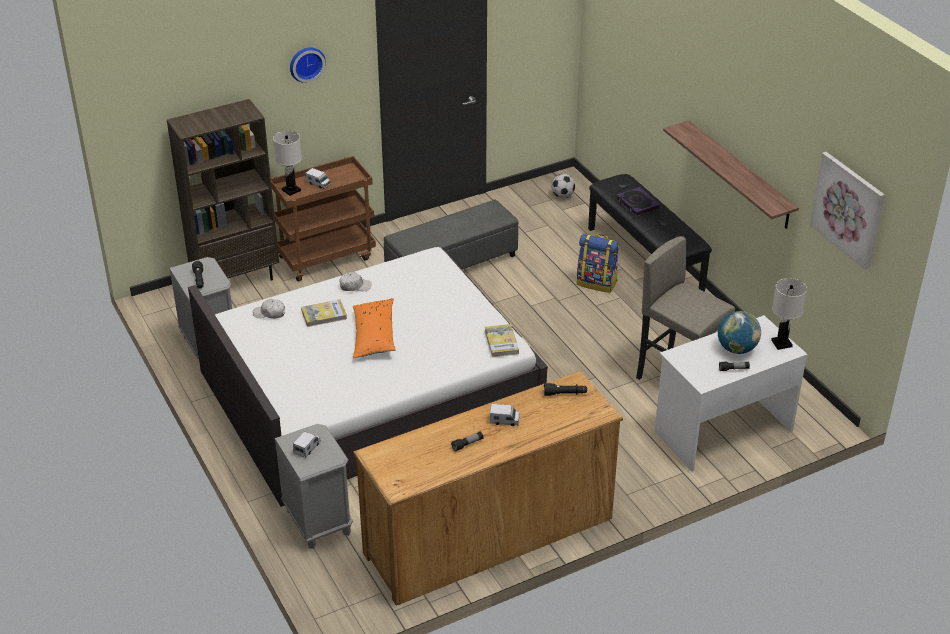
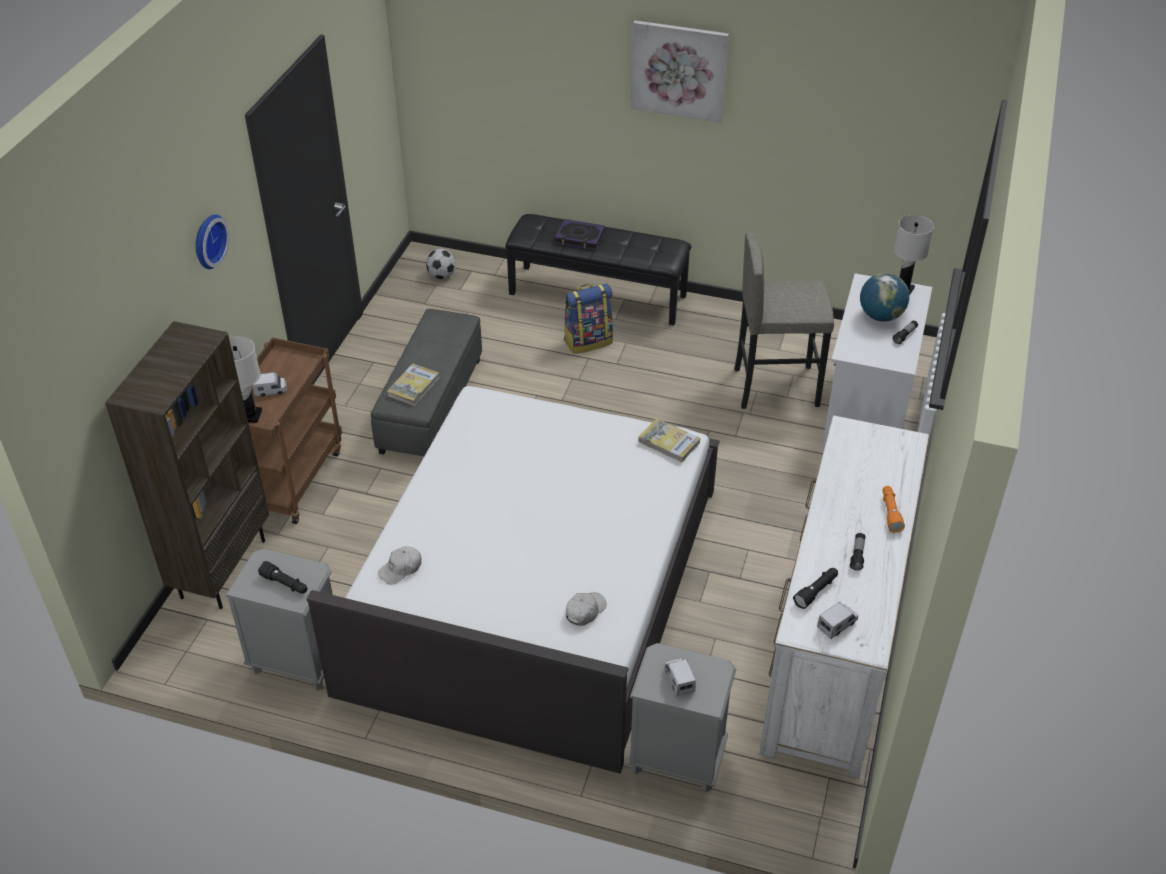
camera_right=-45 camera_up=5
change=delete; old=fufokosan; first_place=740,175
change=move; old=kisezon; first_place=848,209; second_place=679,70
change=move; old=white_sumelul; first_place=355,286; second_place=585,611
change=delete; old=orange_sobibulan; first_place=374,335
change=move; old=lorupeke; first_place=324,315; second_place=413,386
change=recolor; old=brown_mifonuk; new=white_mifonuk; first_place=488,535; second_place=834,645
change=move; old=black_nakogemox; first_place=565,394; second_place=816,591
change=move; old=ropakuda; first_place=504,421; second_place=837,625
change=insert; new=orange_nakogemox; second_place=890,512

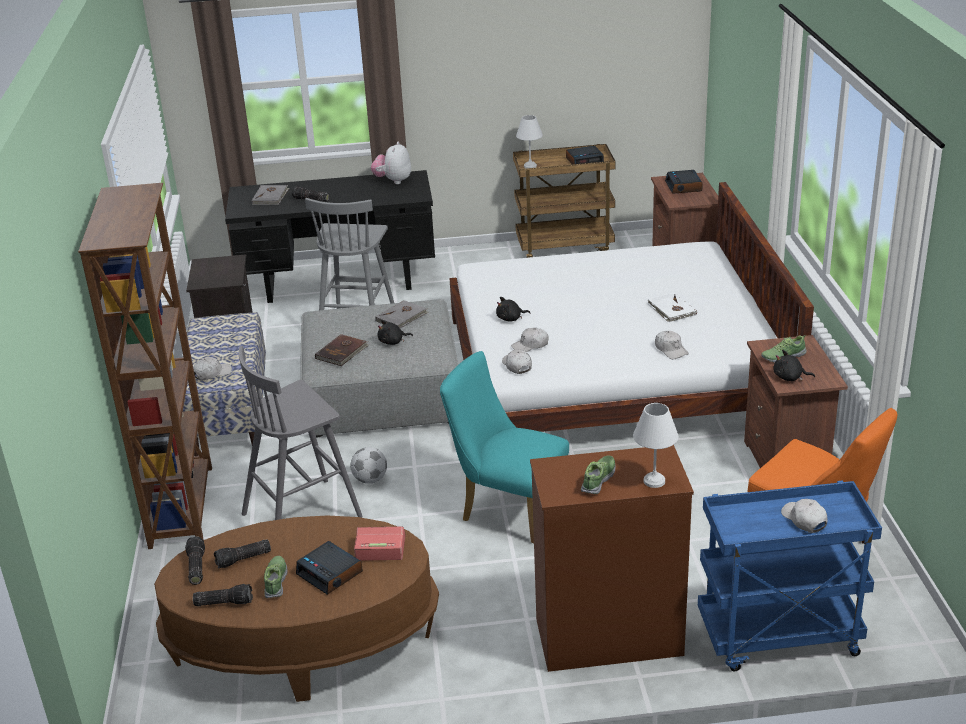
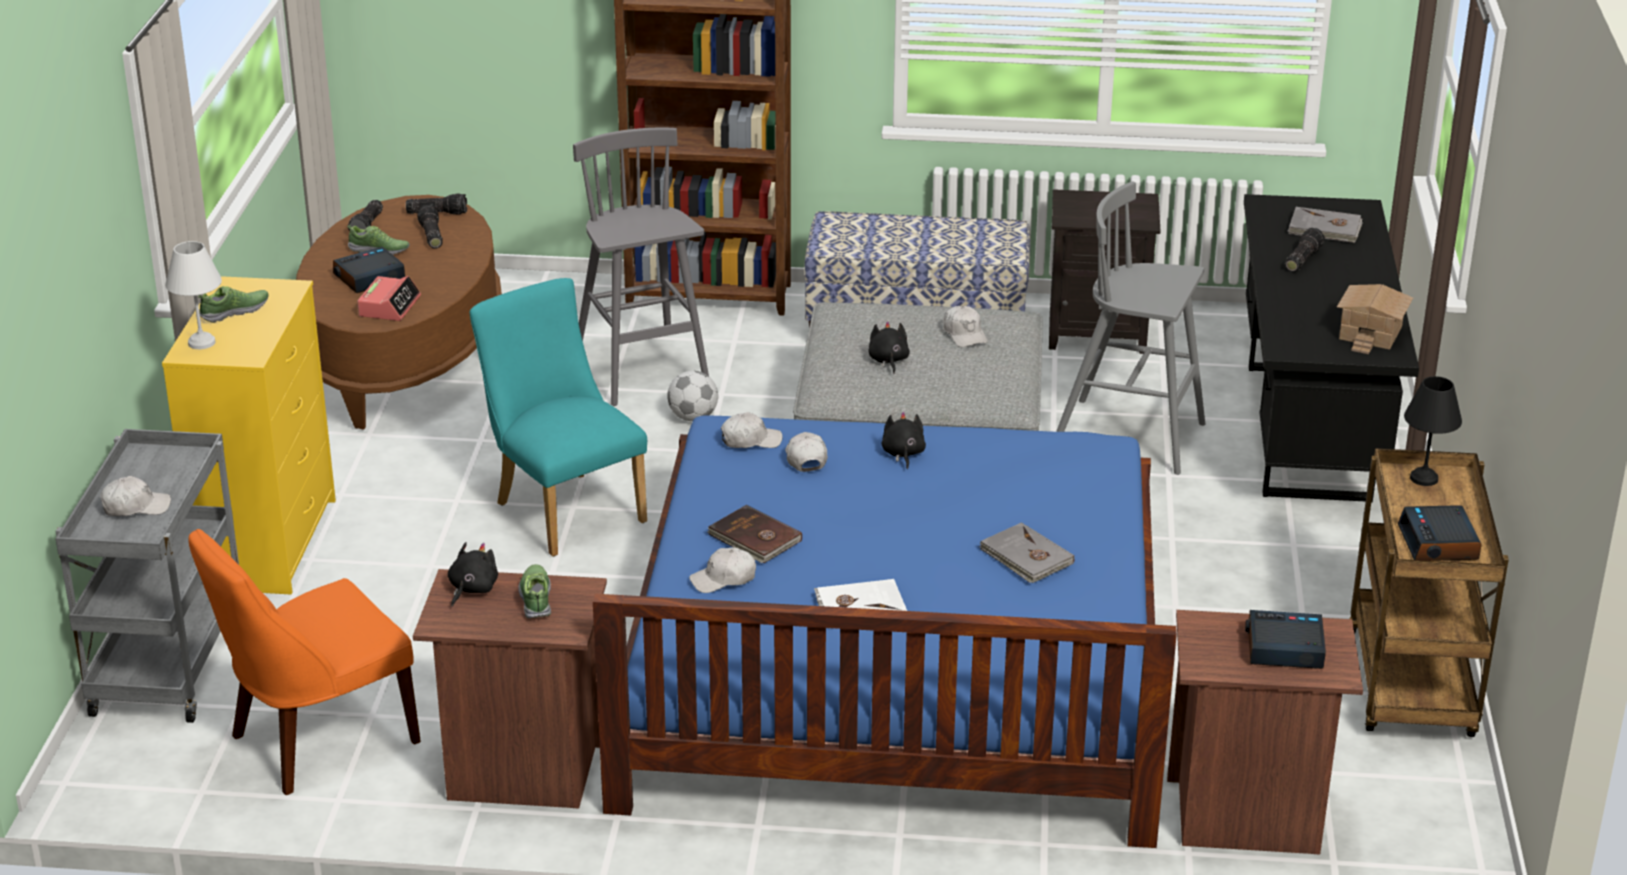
camera_right=100 camera_up=0
change=recolor; old=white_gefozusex; new=black_gefozusex; first_place=529,166; second_place=1424,478
change=replace; old=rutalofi; new=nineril; first_place=393,181; second_place=1369,333
change=recolor; old=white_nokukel; new=blue_nokukel; first_place=612,368; second_place=896,658
change=move; old=grey_lorupeke; first_place=402,317; second_place=1026,557
change=move; old=brown_lorupeke; first_place=342,352; second_place=754,539
change=rotate; old=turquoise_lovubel; first_place=507,509; second_place=563,508; degrees=-75
change=move; old=white_sumelul; first_place=212,373; second_place=964,334
change=recolor; old=brown_mifonuk; new=yellow_mifonuk; first_place=607,637; second_place=267,542
change=rotate; old=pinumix; first_place=598,480; second_place=235,312; degrees=-75
change=recolor; old=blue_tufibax; new=grey_tufibax; first_place=778,639; second_place=167,663

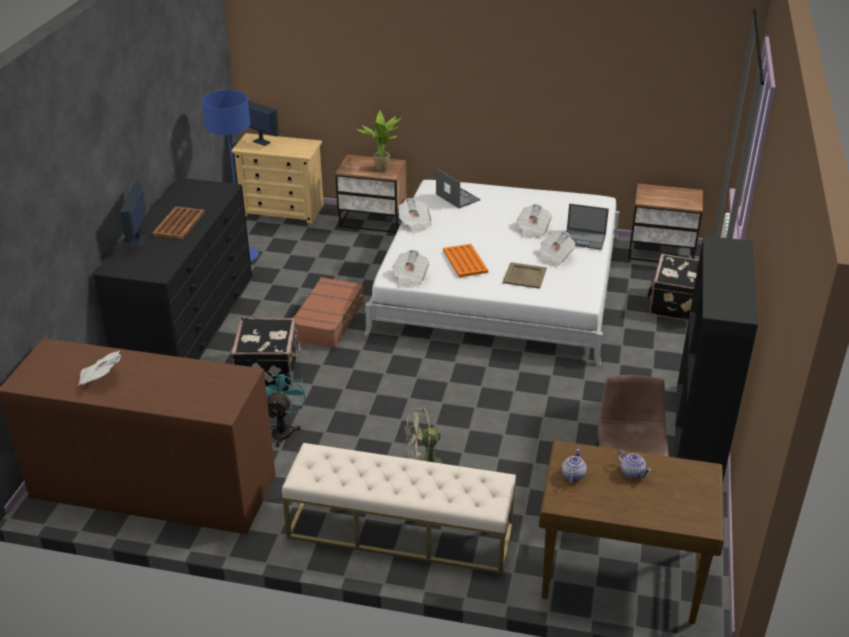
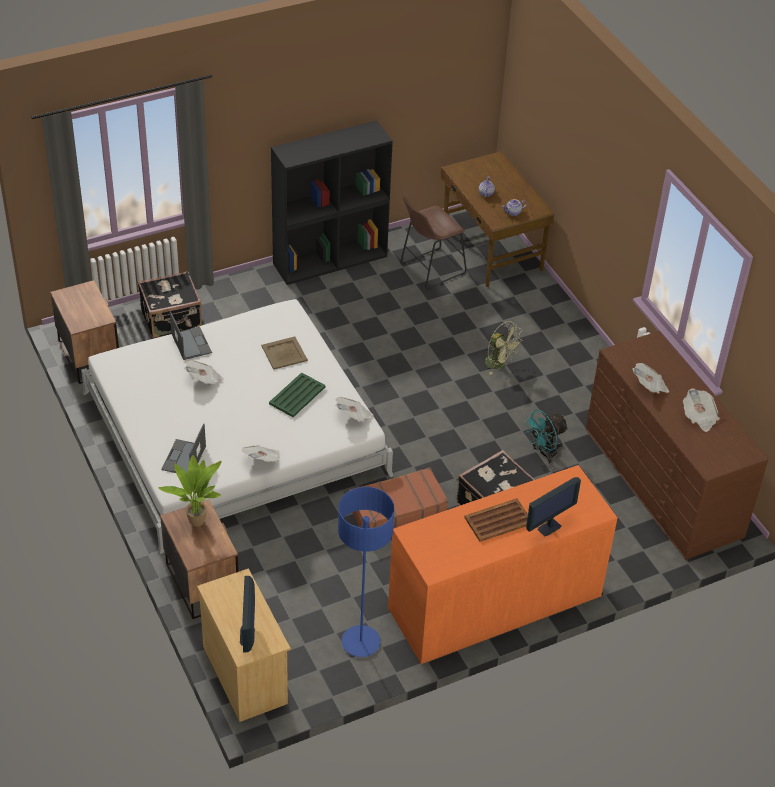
camera_right=-130 camera_up=10
change=recolor; old=black_mifonuk; new=orange_mifonuk; first_place=188,323; second_place=494,602
change=move; old=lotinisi; first_place=554,257; second_place=649,386
change=recolor; old=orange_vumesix; new=green_vumesix; first_place=465,261; second_place=296,395
change=delete; old=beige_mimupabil; first_place=400,530

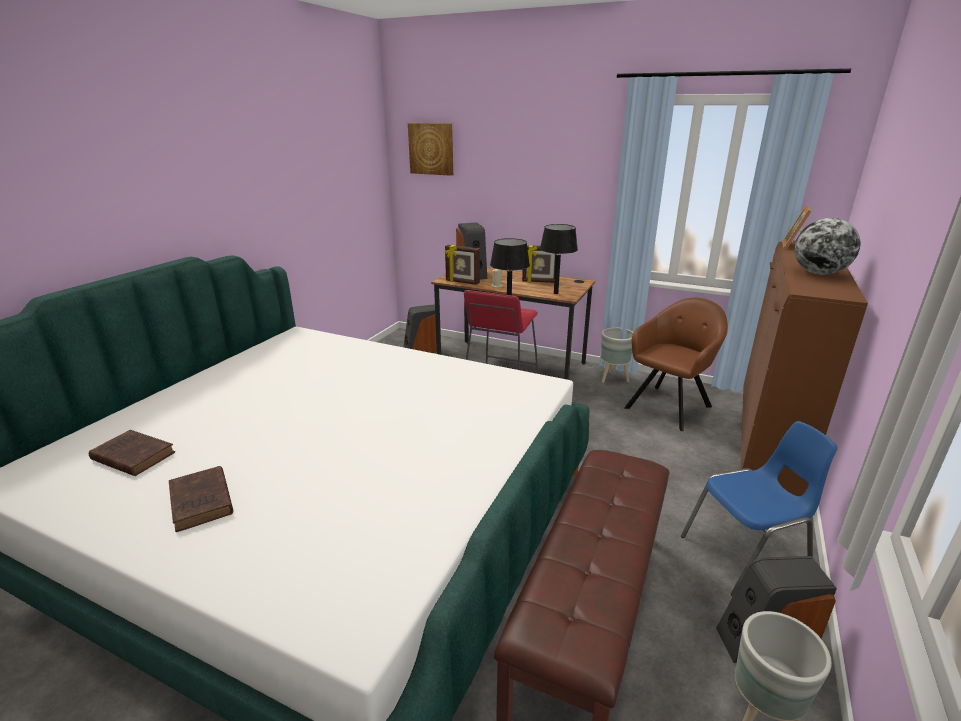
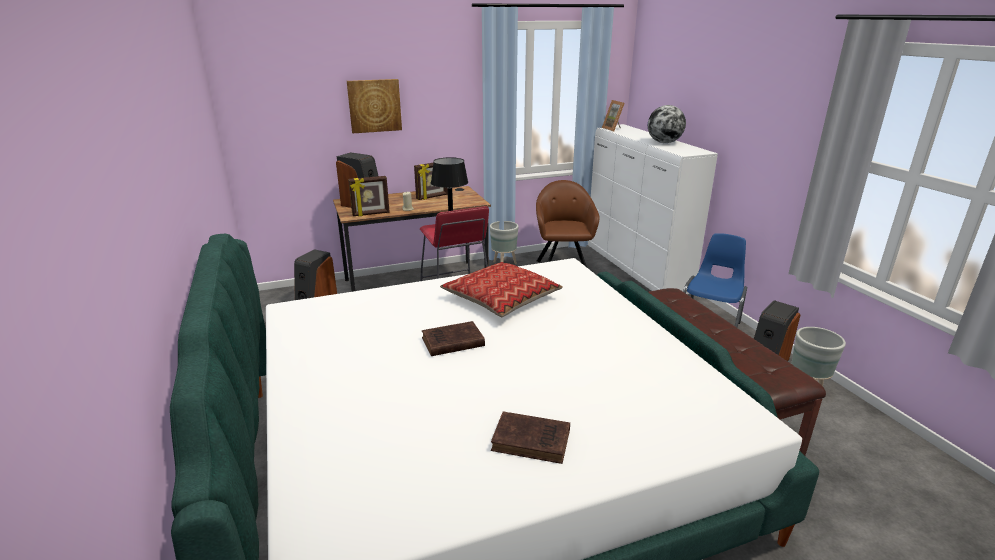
camera_right=-45 camera_up=0
change=move; old=kisezon; first_place=431,149; second_place=374,105
change=delete; old=black_gefozusex; first_place=555,293
change=recolor; old=brown_mifonuk; new=white_mifonuk; first_place=765,439; second_place=633,267
change=move; old=brown_lorupeke; first_place=132,456; second_place=451,342
change=insert; new=sobibulan; second_place=501,298

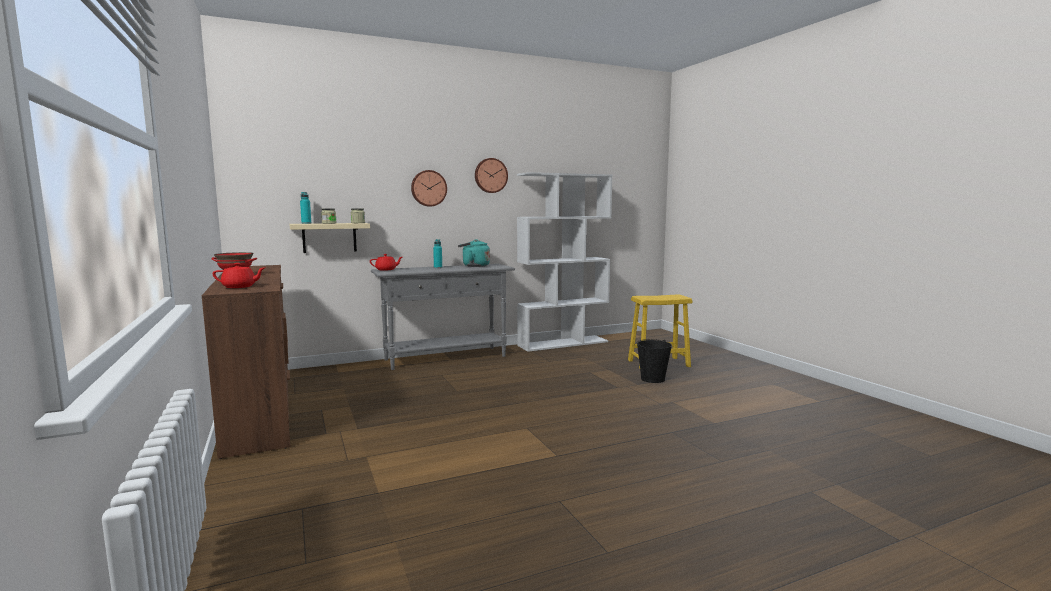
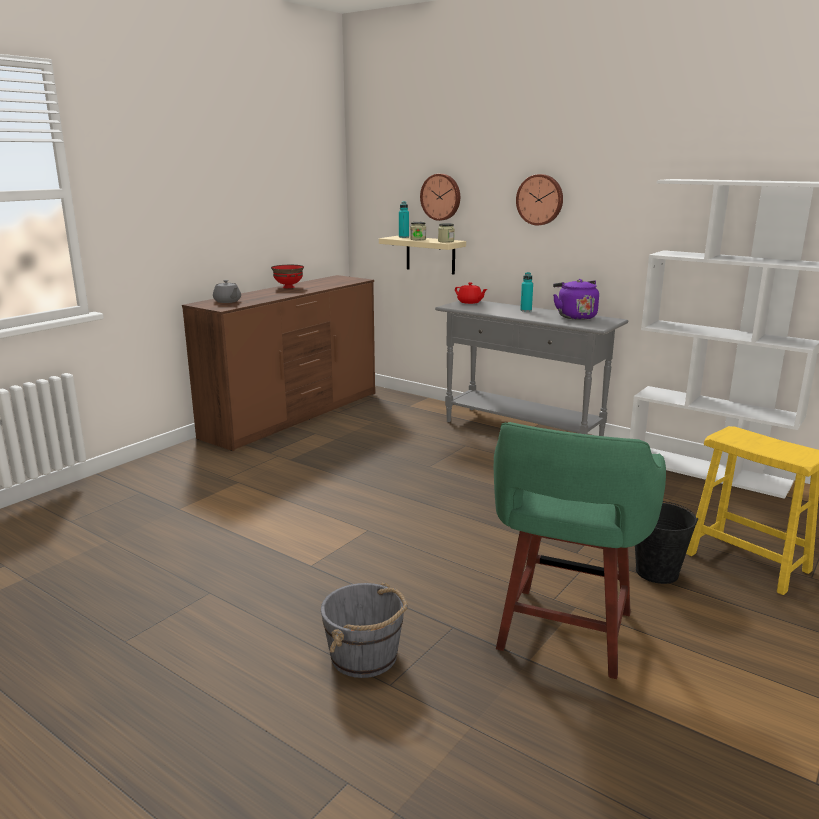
camera_right=60 camera_up=10
change=move; old=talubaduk; first_place=490,175; second_place=441,197
change=recolor; old=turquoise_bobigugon; new=purple_bobigugon; first_place=474,266; second_place=575,316
change=recolor; old=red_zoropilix; new=grey_zoropilix; first_place=240,287; second_place=227,301
change=insert; new=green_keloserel; second_place=564,634
change=insert; new=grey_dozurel; second_place=365,656

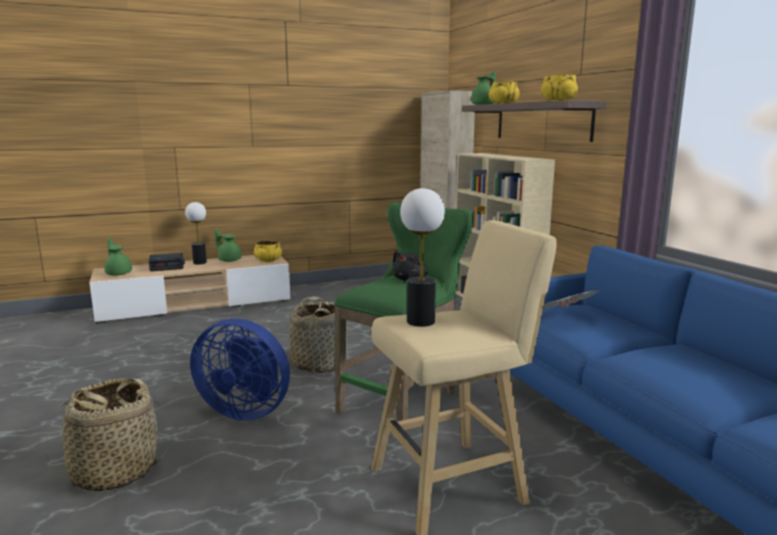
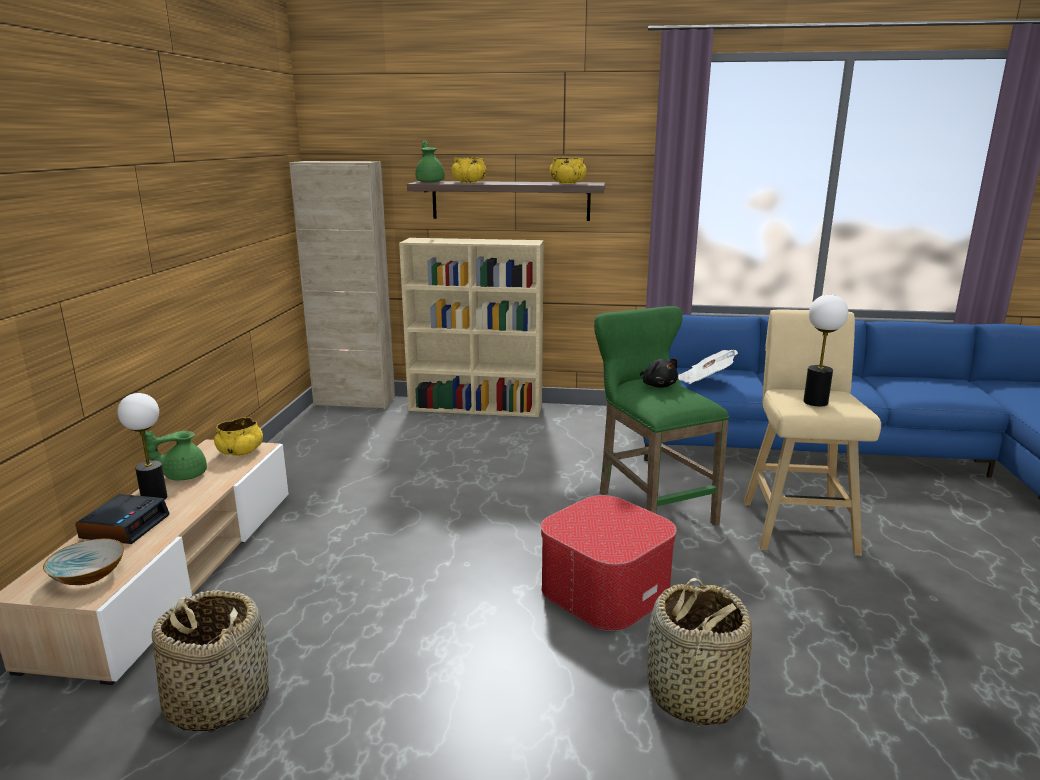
camera_right=-60 camera_up=5
change=replace; old=green_zoropilix; new=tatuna; first_place=118,273; second_place=88,575
change=move; old=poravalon; first_place=319,363; second_place=218,700
change=replace; old=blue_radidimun; new=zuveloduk; first_place=246,410; second_place=605,589

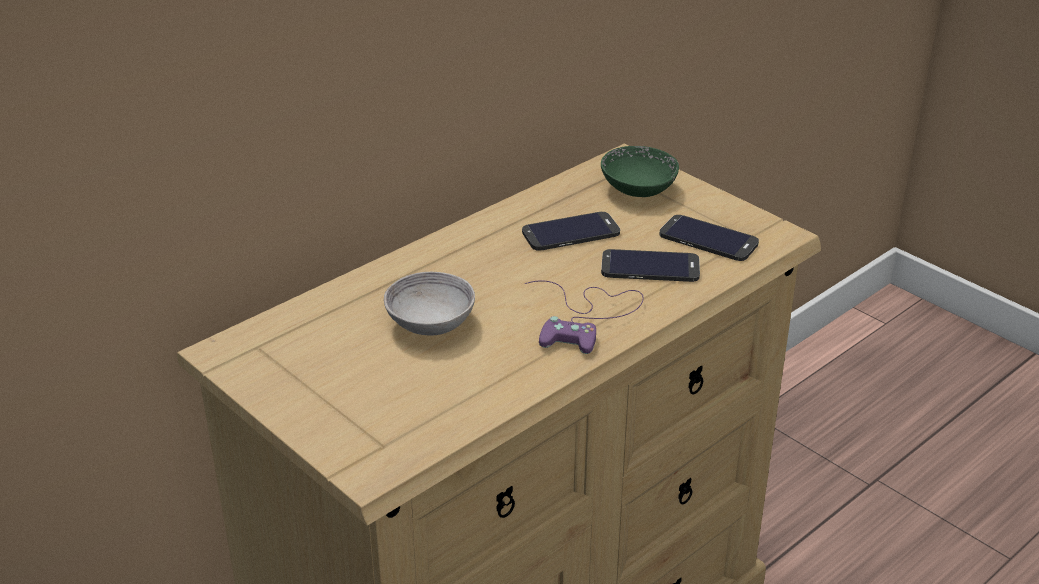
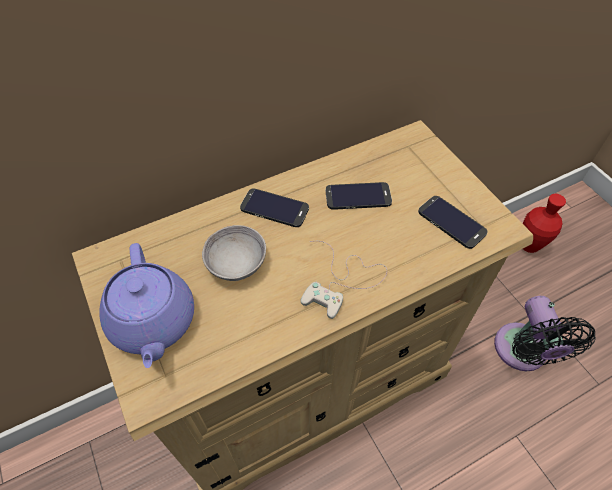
camera_right=15 camera_up=20
change=delete; old=green_tatuna; first_place=638,189
change=move; old=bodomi; first_place=650,267; second_place=274,208
change=recolor; old=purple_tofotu; new=white_tofotu; first_place=586,317; second_place=342,280
change=insert; new=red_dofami; second_place=529,246
change=insert; new=purple_zoropilix; second_place=153,322
change=insert; new=black_radidimun; second_place=522,353

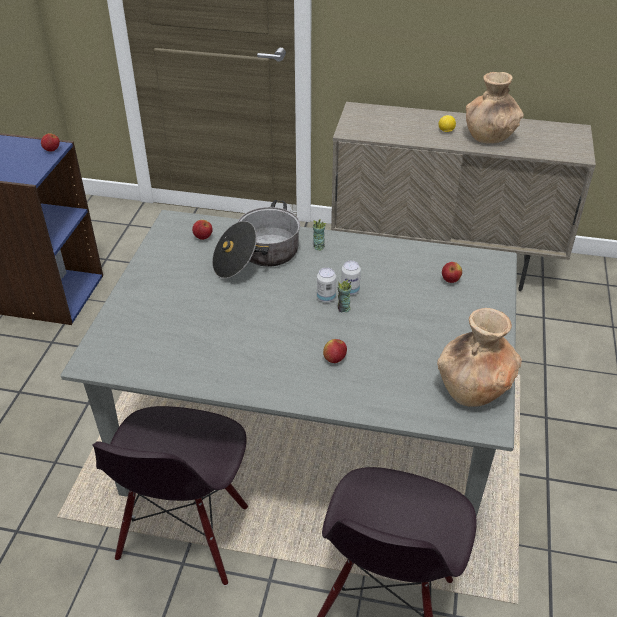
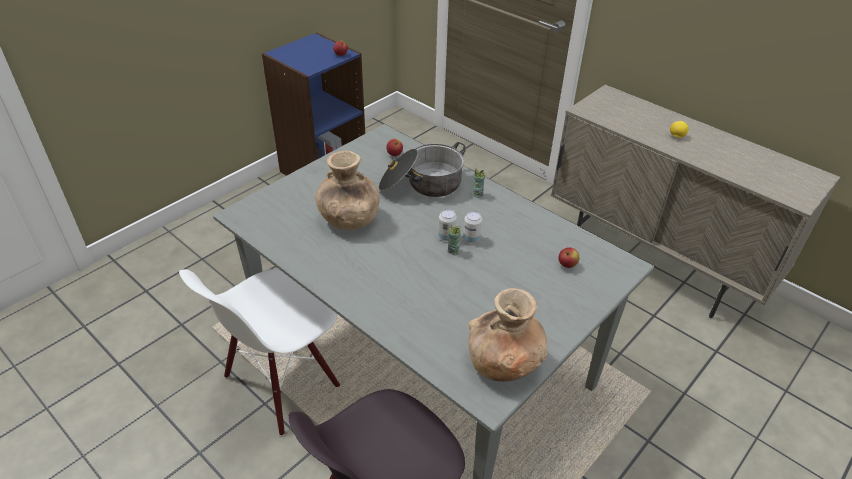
camera_right=30 camera_up=0
change=move; old=brown_dofami; first_place=489,137; second_place=348,220
change=delete; old=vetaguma; first_place=334,359
change=recolor; old=black_lovubel; new=white_lovubel; first_place=185,534; second_place=282,383

